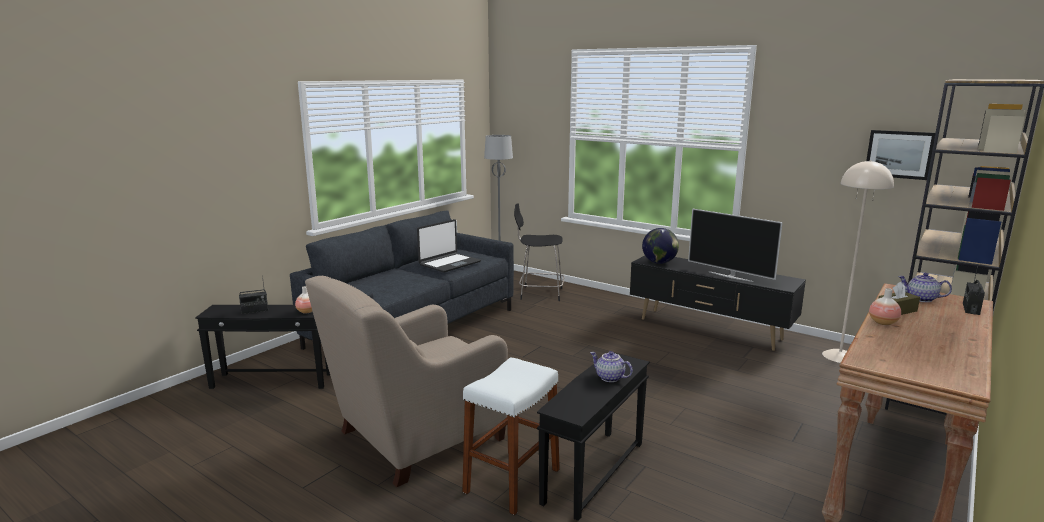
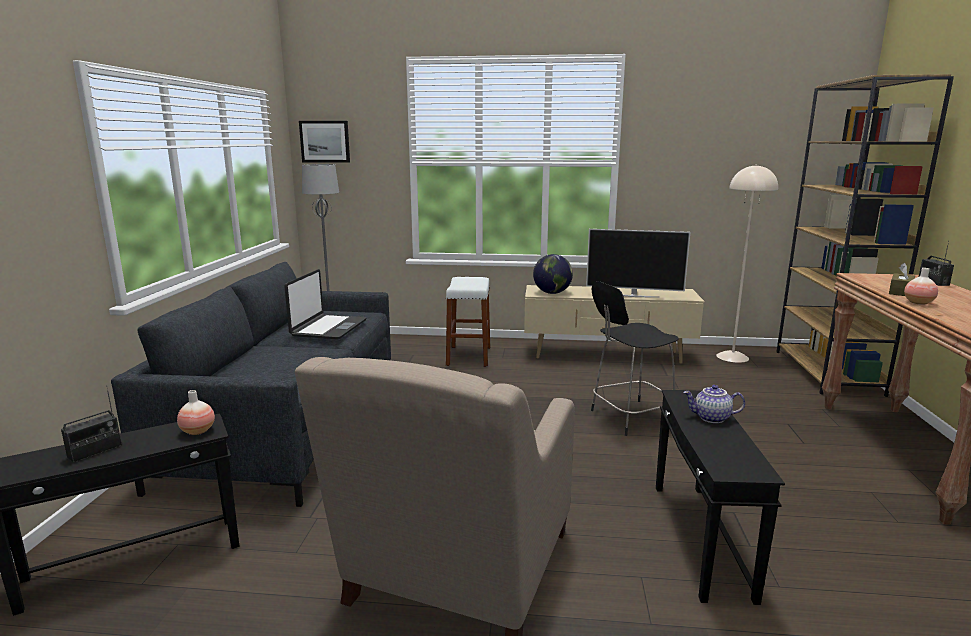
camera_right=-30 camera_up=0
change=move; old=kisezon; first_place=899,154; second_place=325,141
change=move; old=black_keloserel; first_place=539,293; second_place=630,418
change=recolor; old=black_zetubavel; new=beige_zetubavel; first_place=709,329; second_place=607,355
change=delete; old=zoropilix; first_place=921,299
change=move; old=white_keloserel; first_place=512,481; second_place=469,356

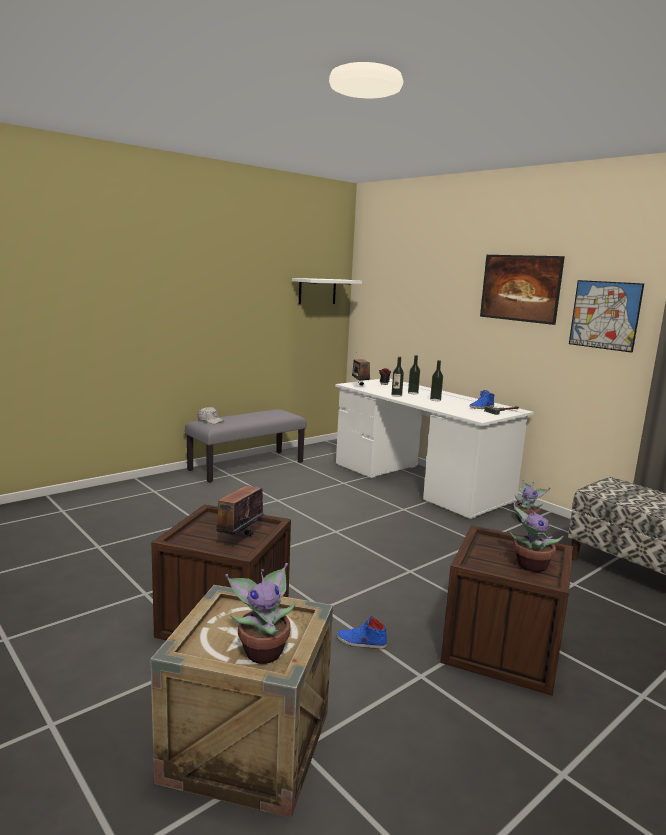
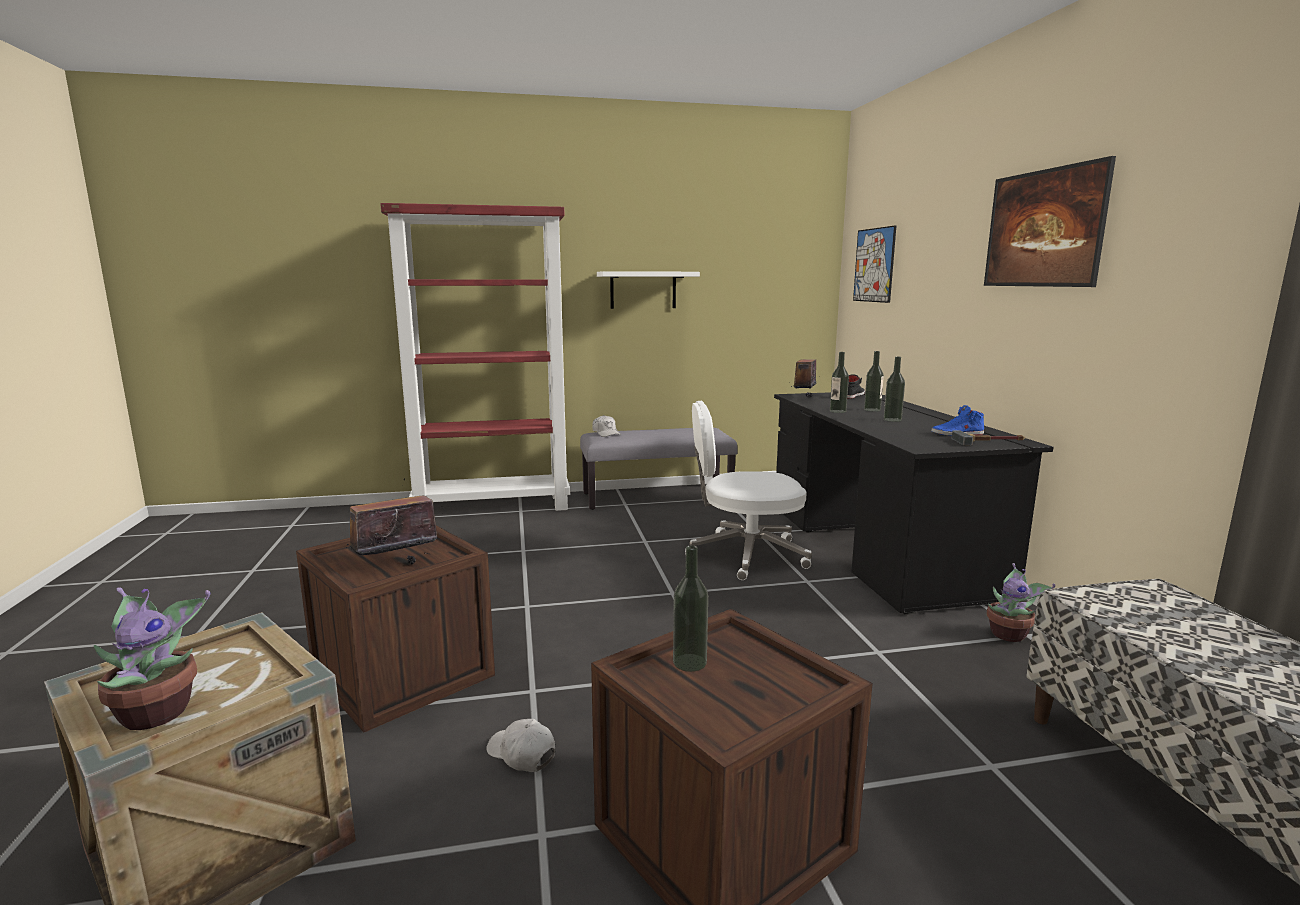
camera_right=30 camera_up=0
change=move; old=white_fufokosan; first_place=317,291; second_place=643,290
change=move; old=kisezon; first_place=604,315; second_place=874,265
change=recolor; old=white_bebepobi; new=black_bebepobi; first_place=420,482; second_place=877,548
change=delete; old=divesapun; first_place=529,565
change=replace; old=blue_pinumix; new=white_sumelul; first_place=361,642; second_place=521,754
change=insert; new=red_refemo; second_place=494,506
change=insert; new=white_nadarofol; second_place=745,555
change=insert; new=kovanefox; second_place=689,662

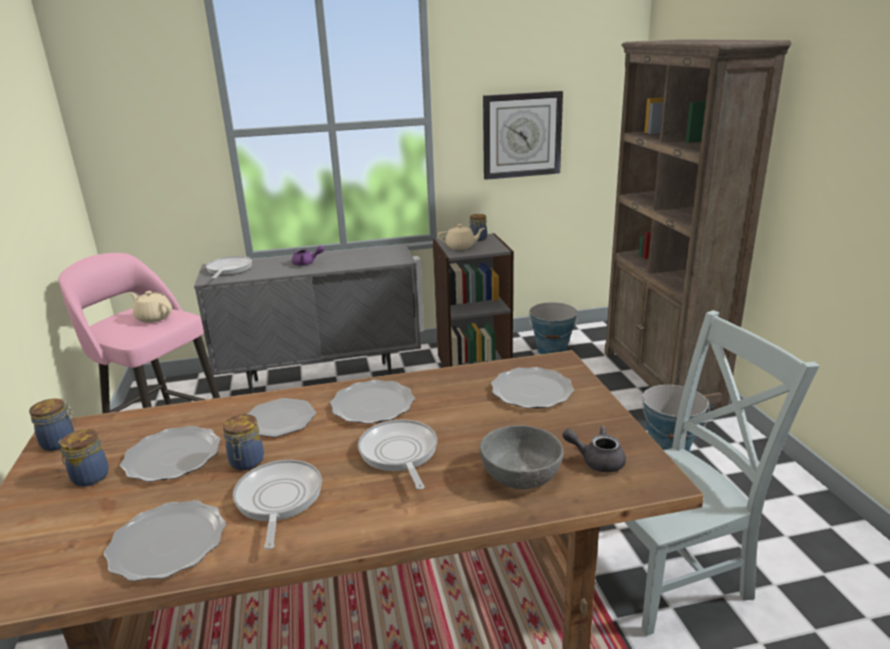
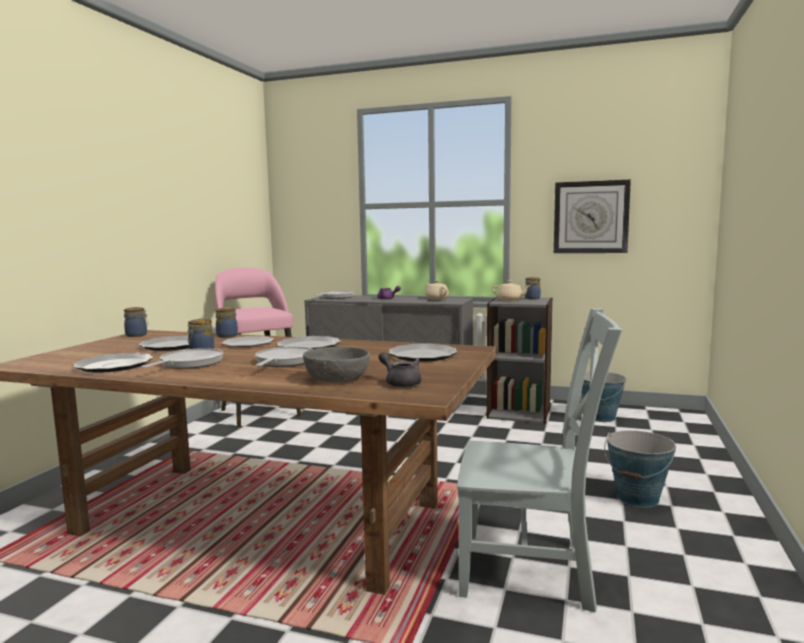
camera_right=30 camera_up=-15
change=delete; old=brown_refemo; first_place=660,381
change=move; old=beige_zoropilix; first_place=154,317; second_place=436,299
change=move; old=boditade; first_place=89,477; second_place=226,336

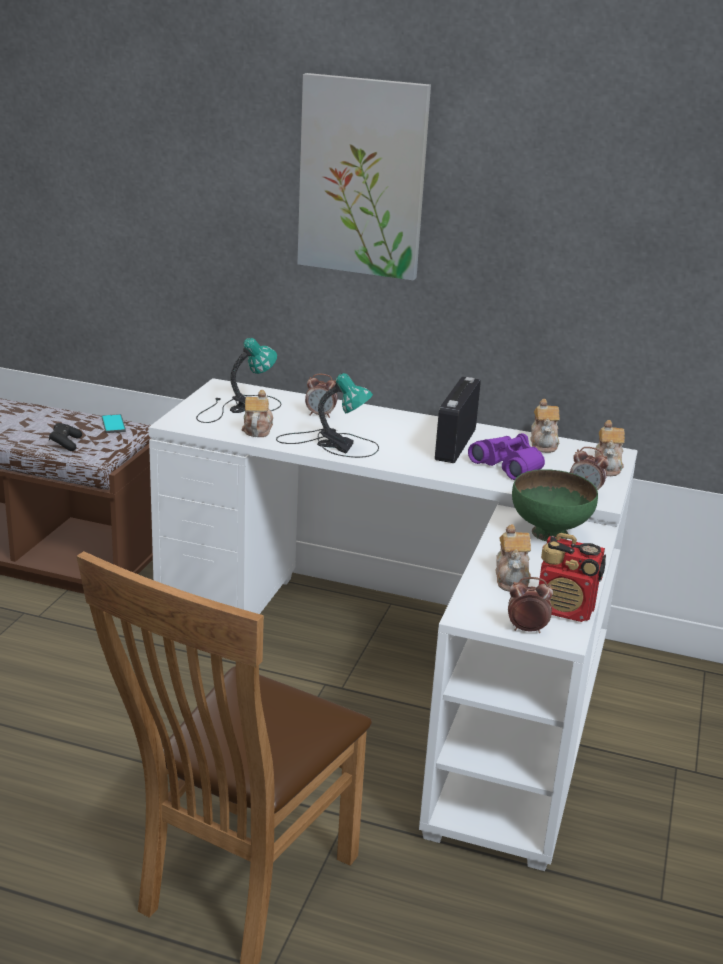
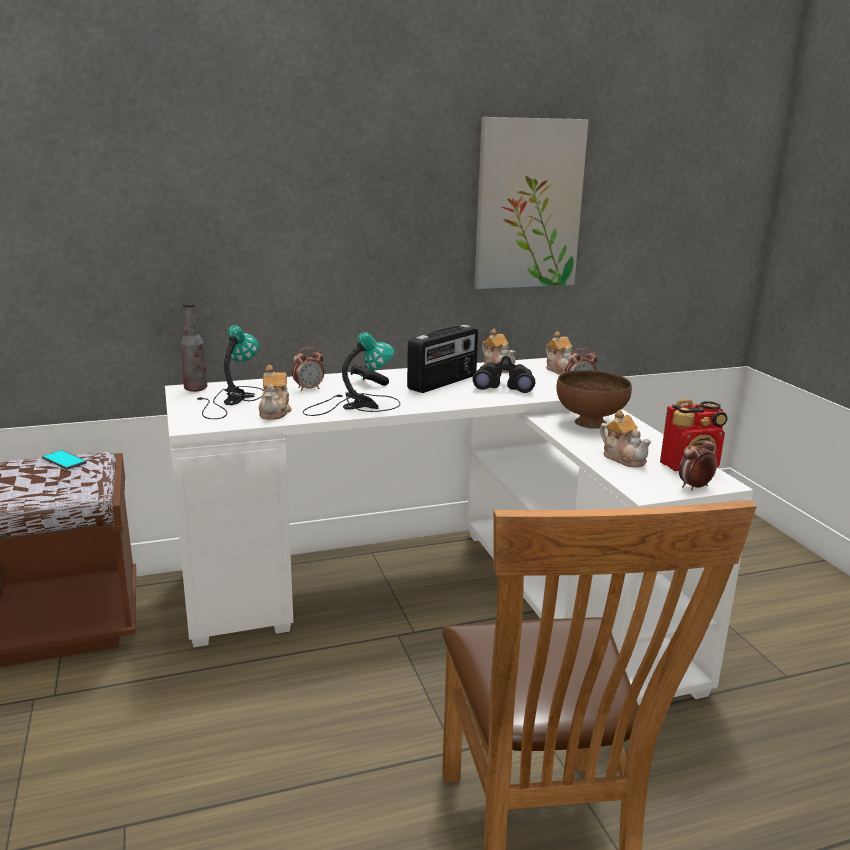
camera_right=-35 camera_up=-5
change=move; old=kisezon; first_place=362,177; second_place=528,204
change=rotate; old=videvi; first_place=454,444; second_place=443,383; degrees=-120
change=rotate; old=zoropilix; first_place=257,429; second_place=275,412; degrees=-150
change=move; old=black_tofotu; first_place=65,444; second_place=368,383
change=recolor; old=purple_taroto; new=black_taroto; first_place=509,466; second_place=504,386
change=recolor; old=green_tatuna; new=brown_tatuna; first_place=548,533; second_place=589,423
change=insert; new=kovanefox; second_place=195,389

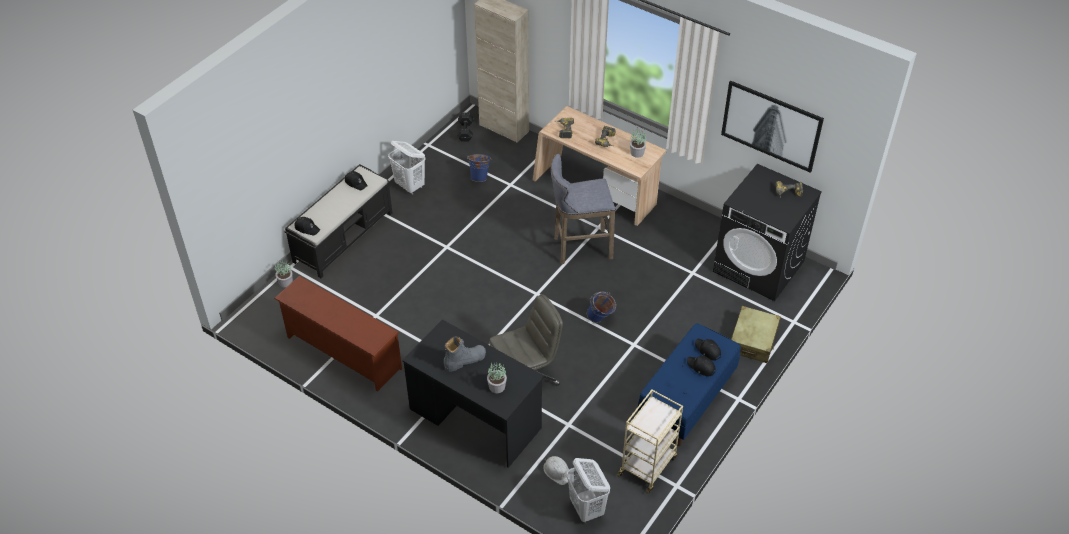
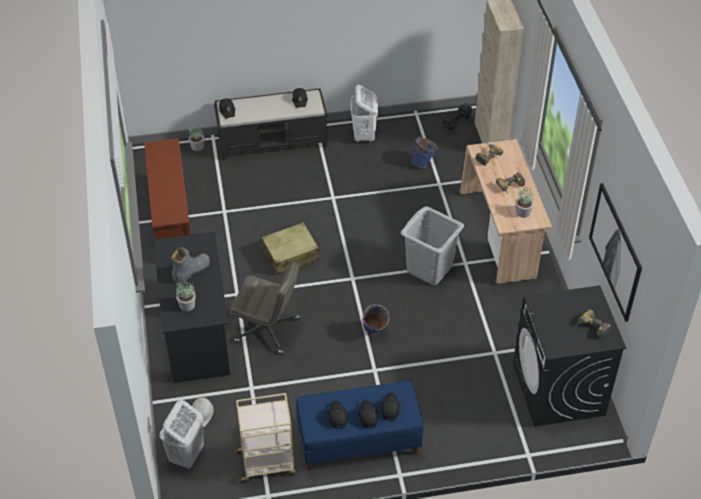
camera_right=45 camera_up=0
change=replace; old=grey_keloserel; new=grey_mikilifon; first_place=579,248; second_place=429,268
change=move; old=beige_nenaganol; first_place=753,340; second_place=291,255
change=rotate; old=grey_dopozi; first_place=465,360; second_place=191,271; degrees=-60
change=insert; new=black_sumelul; second_place=337,416

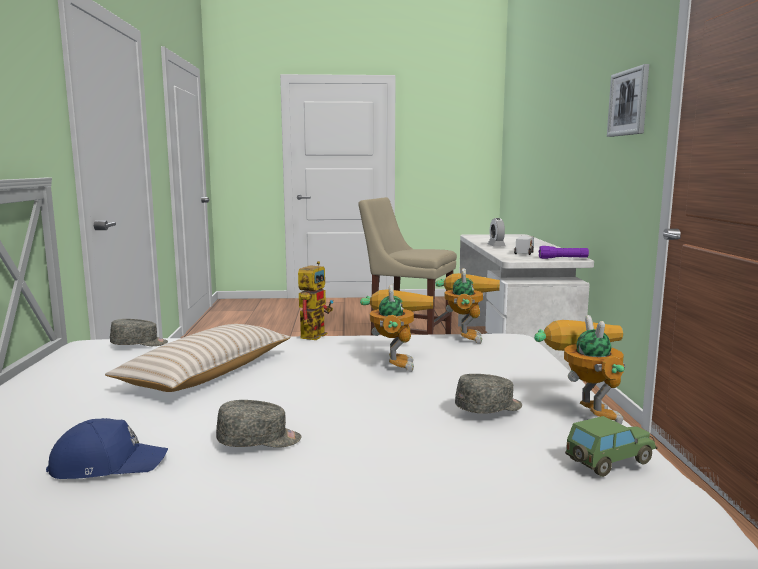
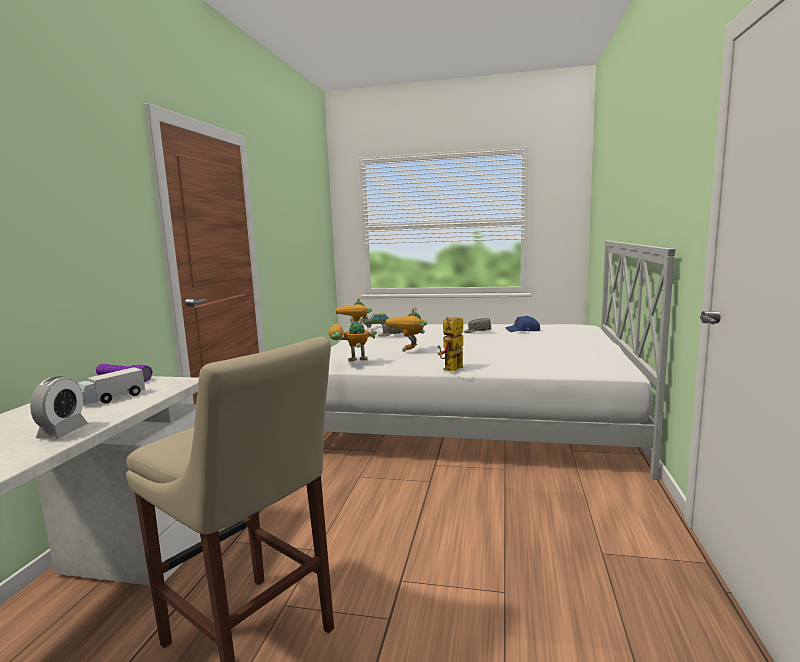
camera_right=-165 camera_up=0
change=delete; old=kisezon; first_place=629,102
change=rotate; old=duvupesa; first_place=464,336; second_place=350,363; degrees=60
change=delete; old=grey_sumelul; first_place=139,344
change=delete; old=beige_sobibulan; first_place=207,374

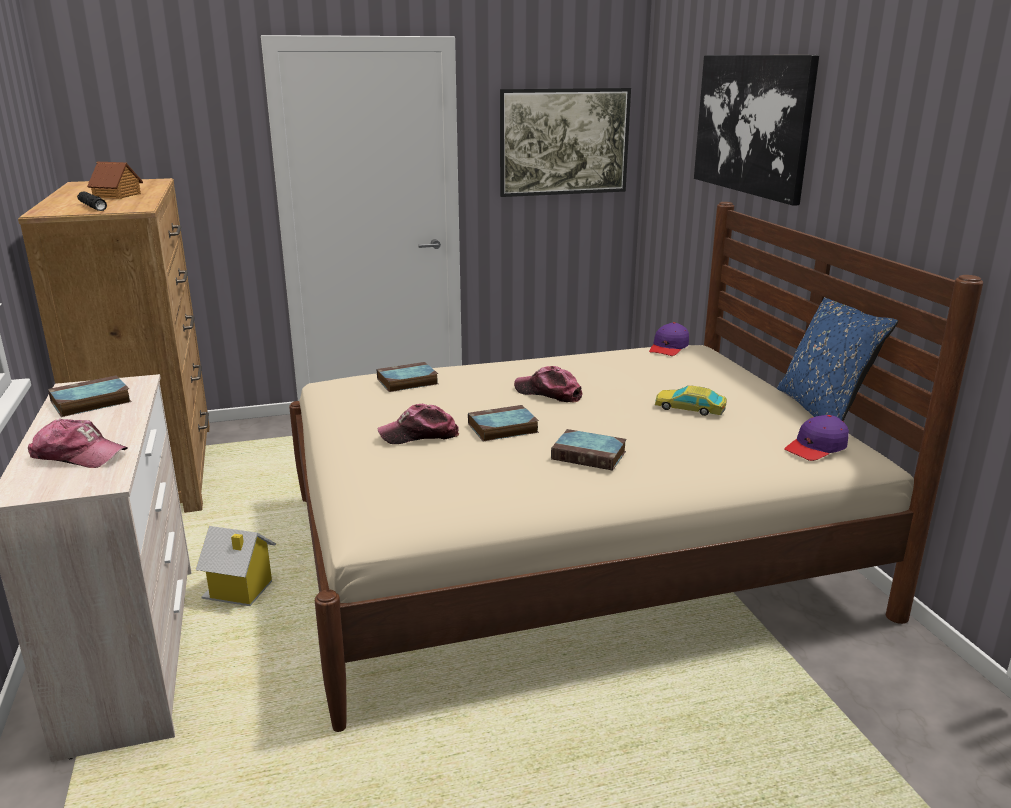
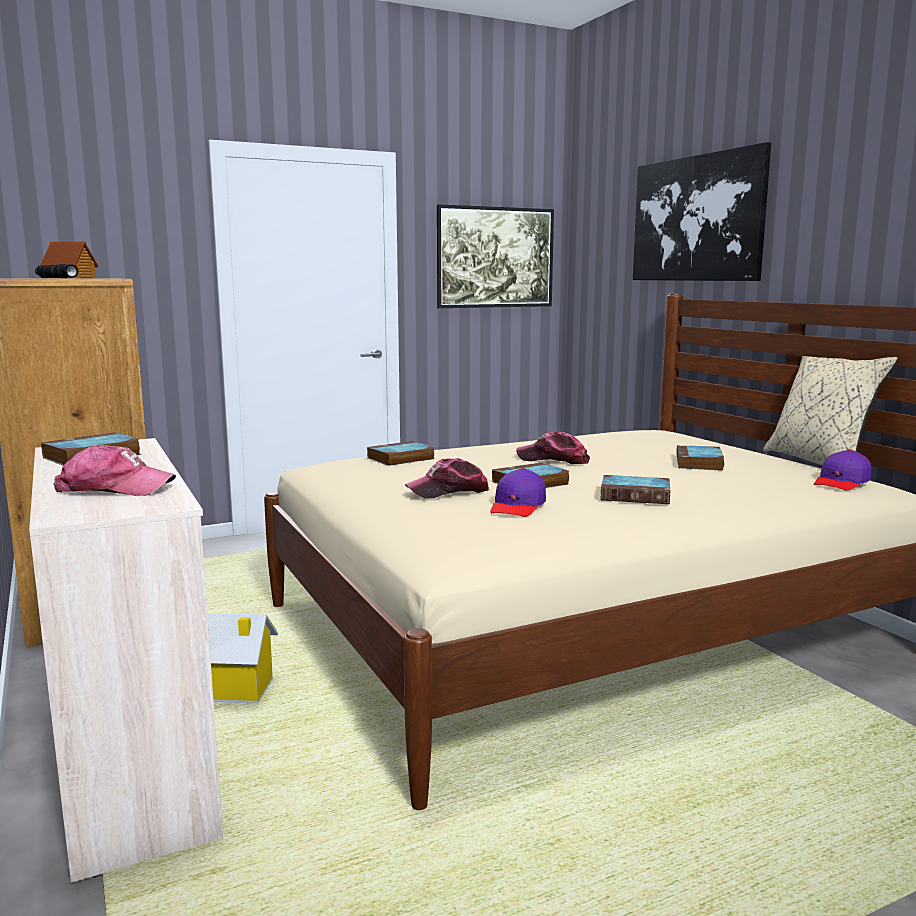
camera_right=-10 camera_up=-10
change=recolor; old=blue_sobibulan; new=beige_sobibulan; first_place=823,412; second_place=819,463
change=move; old=purple_sumelul; first_place=669,348; second_place=518,506
change=replace; old=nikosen; new=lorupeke; first_place=690,408; second_place=699,463

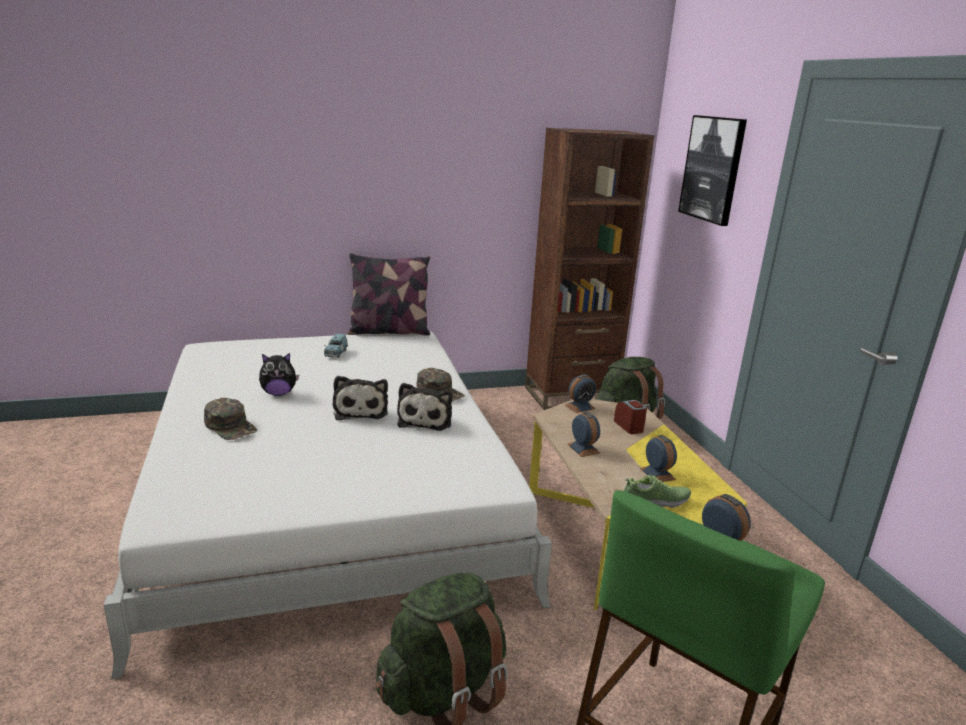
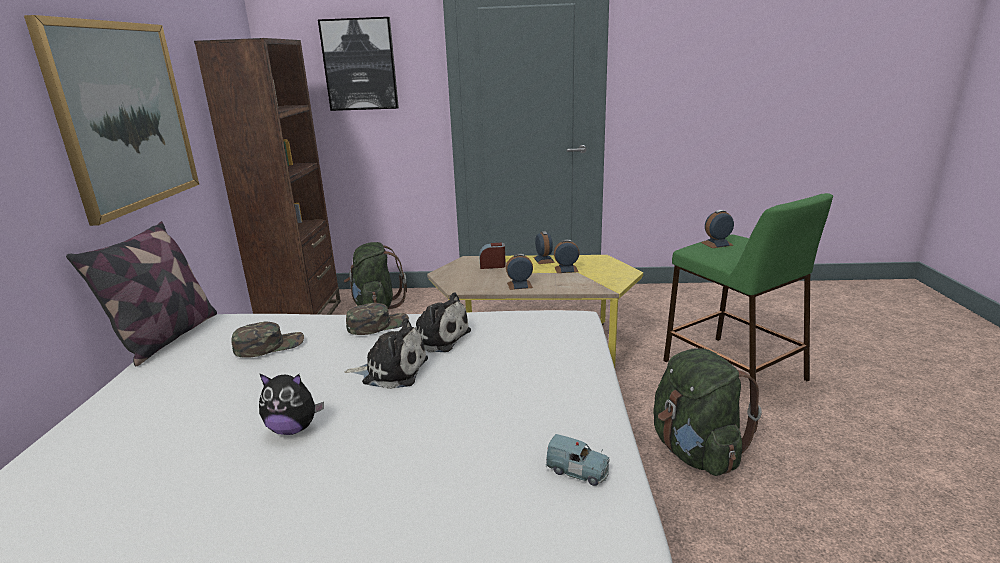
camera_right=-70 camera_up=0
change=move; old=blue_nikosen; first_place=335,353; second_place=578,471
change=rotate; old=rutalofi; first_place=279,393; second_place=293,429; degrees=90
change=move; old=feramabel; first_place=580,407; second_place=543,260
change=move; old=green_sumelul; first_place=231,426; second_place=269,345
change=delete; old=pinumix; first_place=655,502
change=insert; new=kisezon; second_place=124,116

